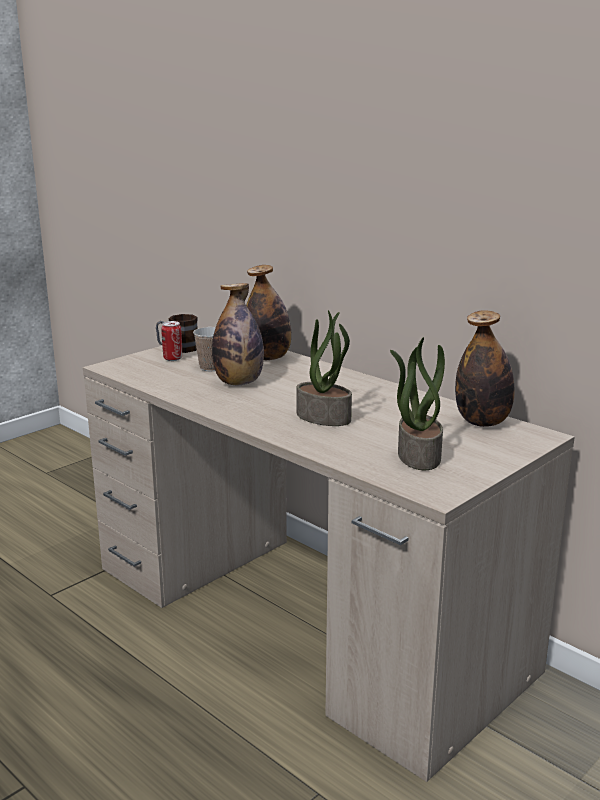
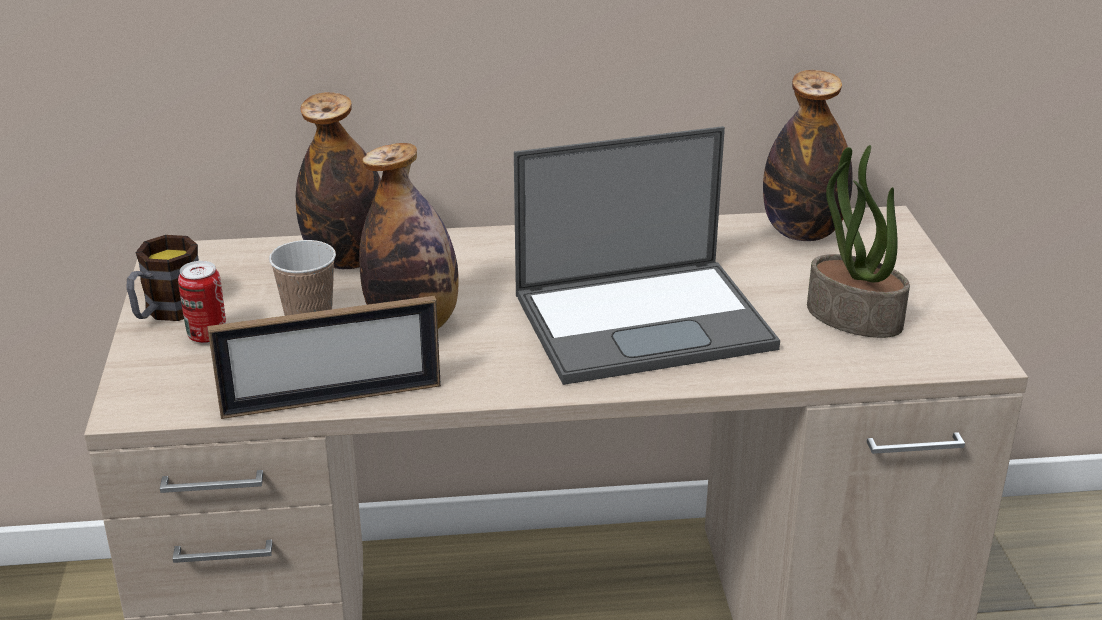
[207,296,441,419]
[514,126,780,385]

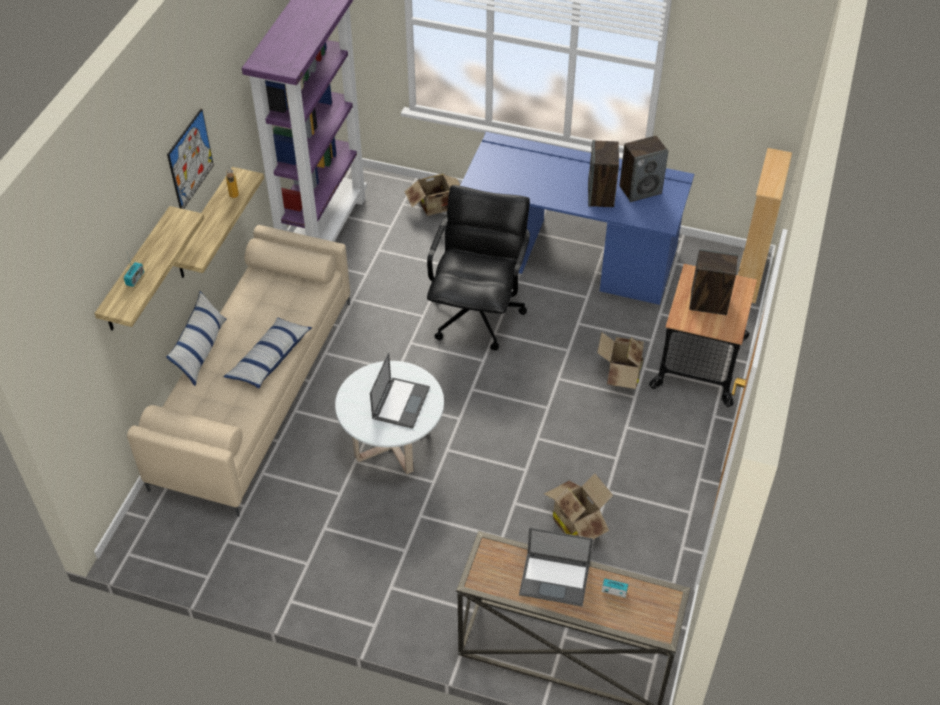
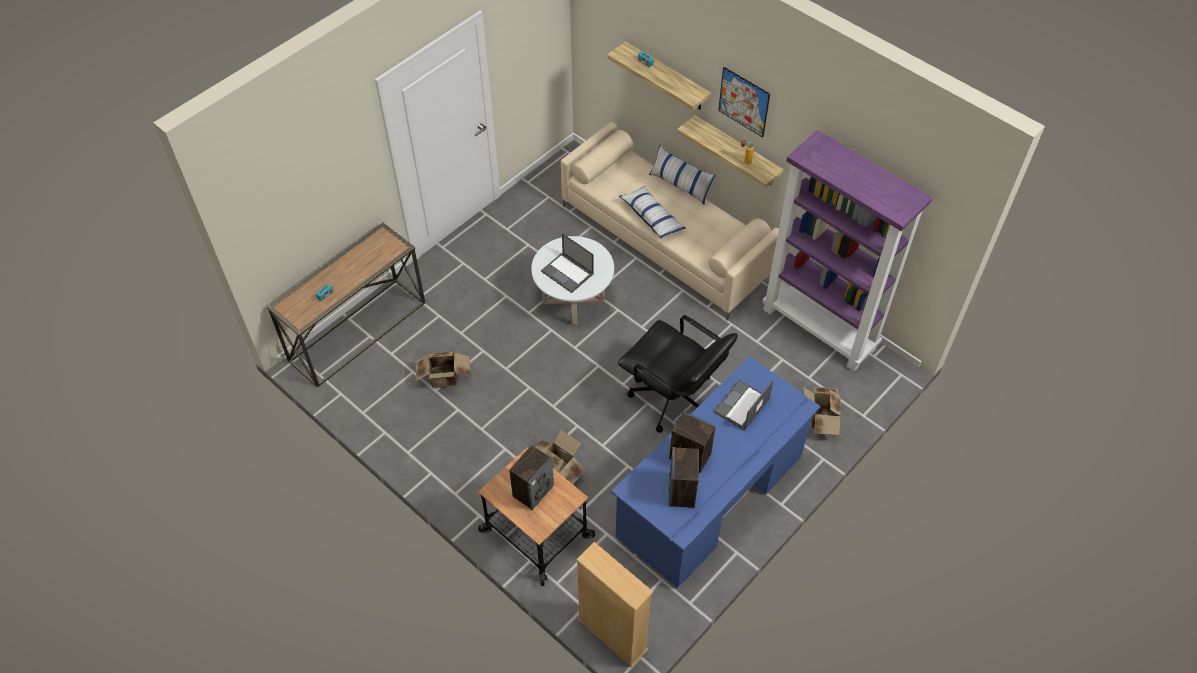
[713,379,774,431]

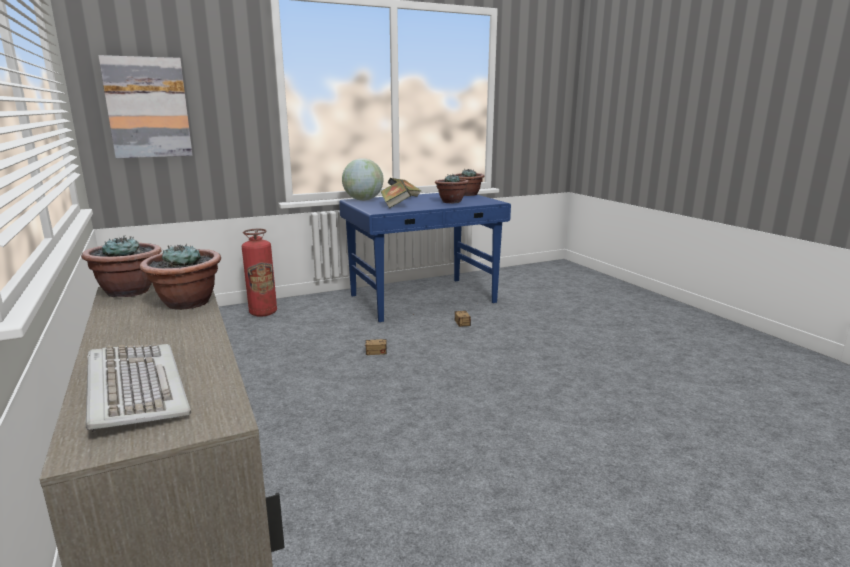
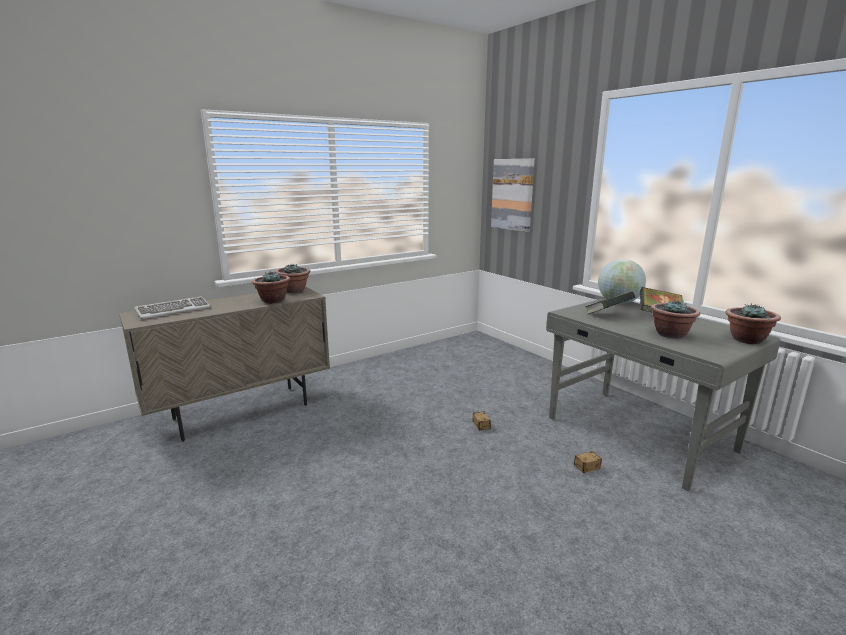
[242,229,277,317] (first image)
[546,298,781,491]

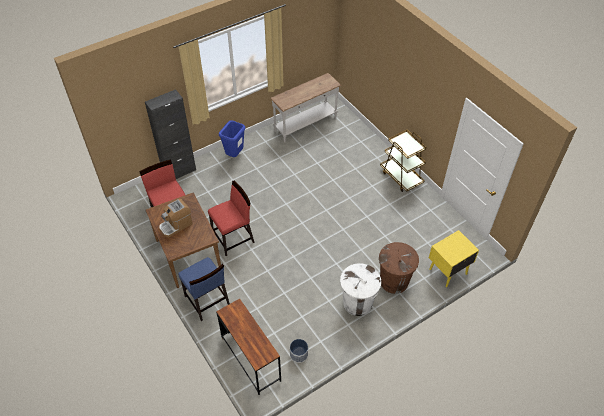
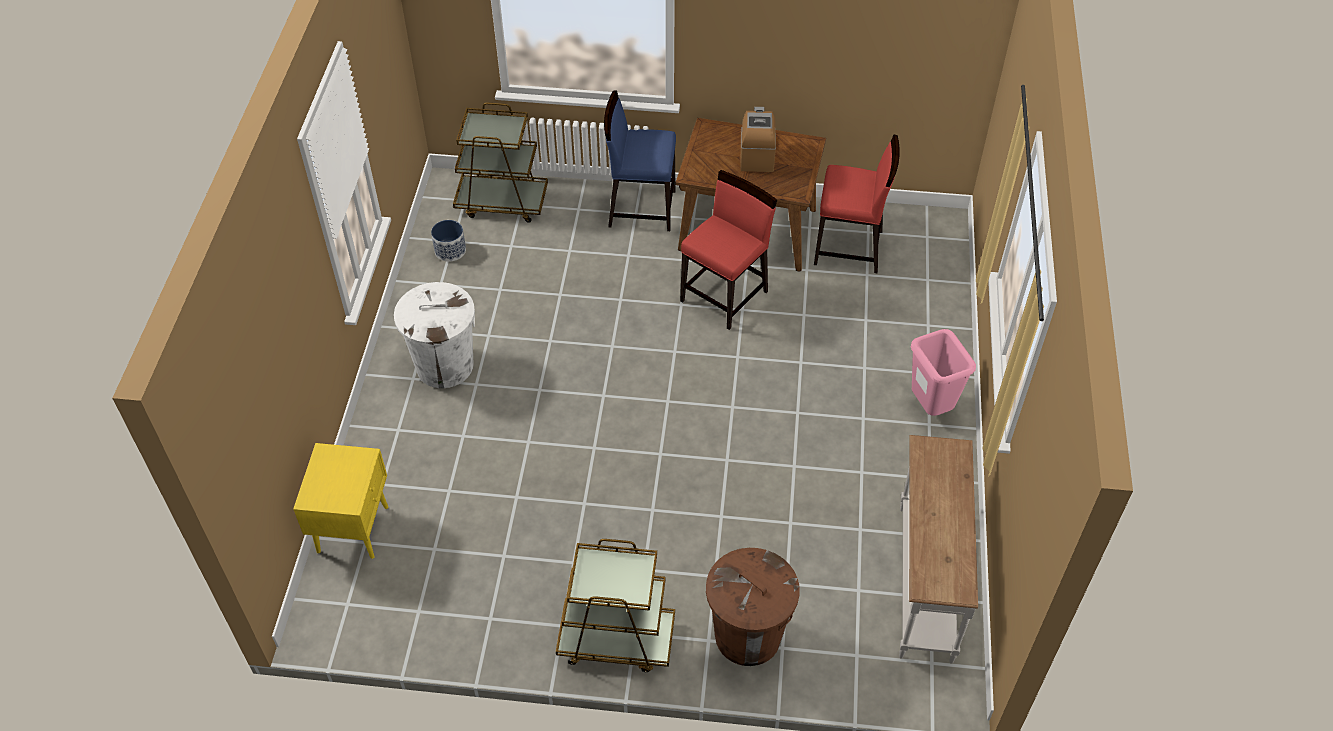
[145,89,196,179] (first image)
[706,548,800,666]
[453,102,548,223]
[911,329,976,416]
[680,170,777,330]

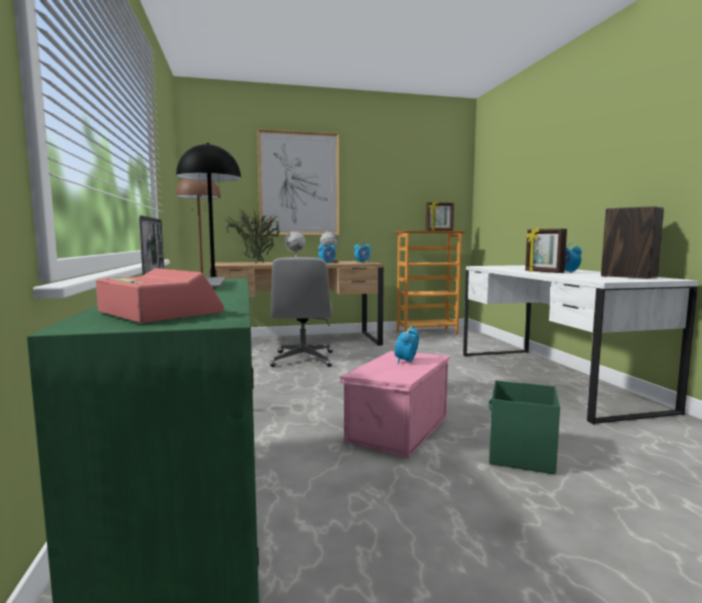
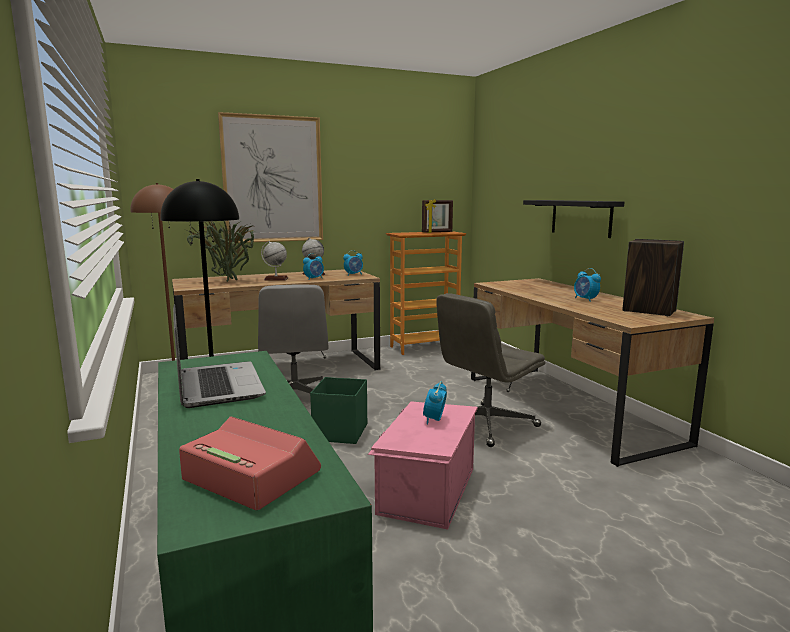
[525,228,567,273] (first image)
[436,293,545,447]
[523,200,624,238]
[310,377,367,444]
[471,278,714,467]

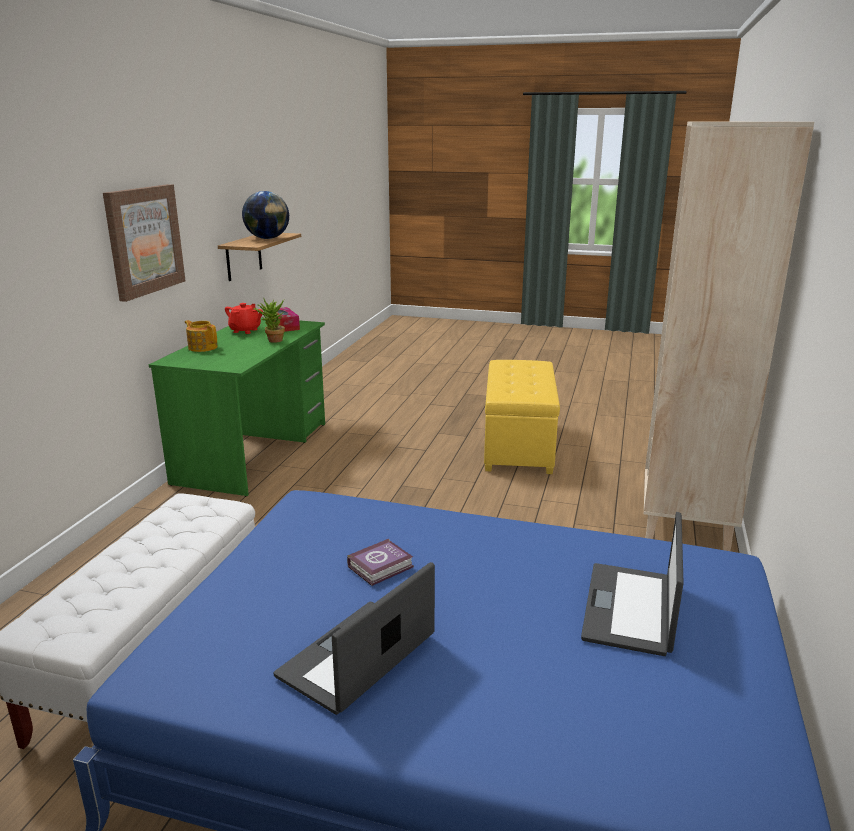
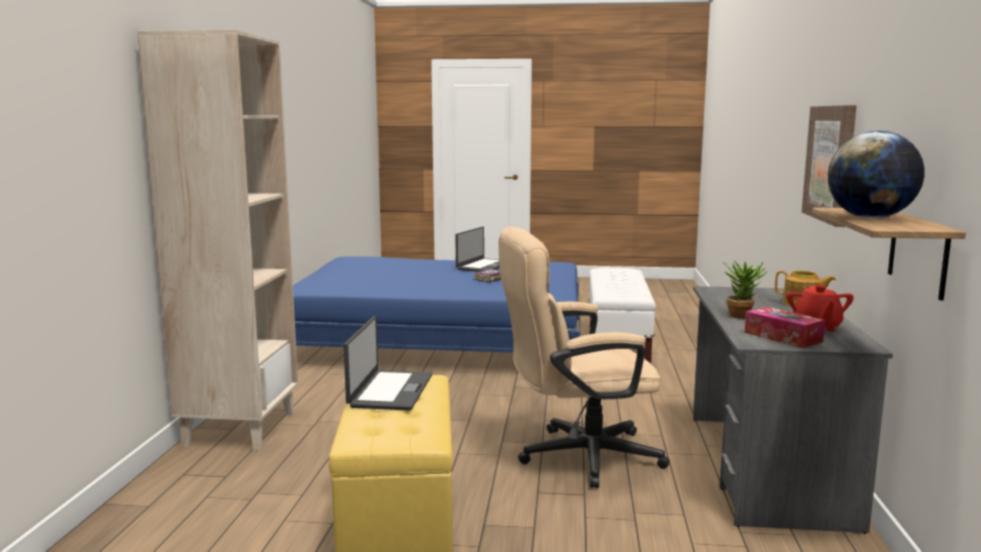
[499,227,670,488]
[344,316,432,411]
[693,286,893,534]

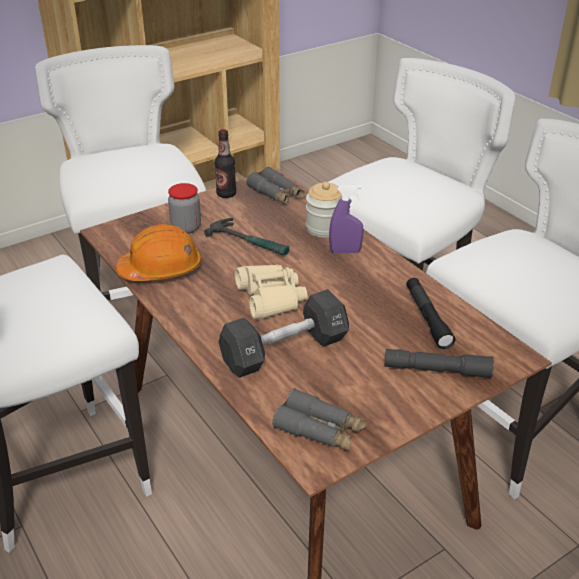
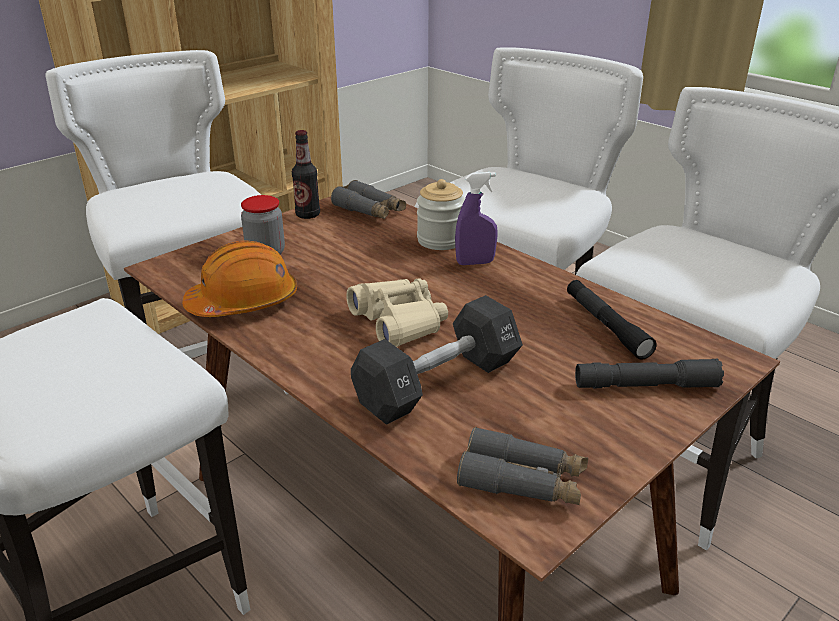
[204,218,289,256] (first image)

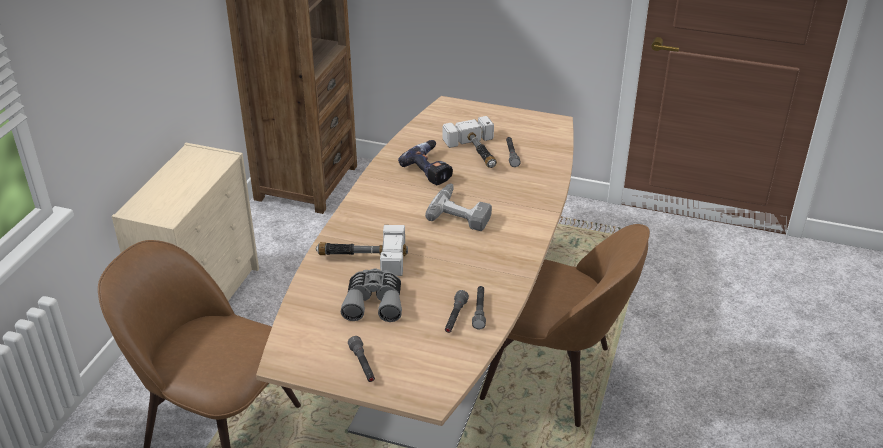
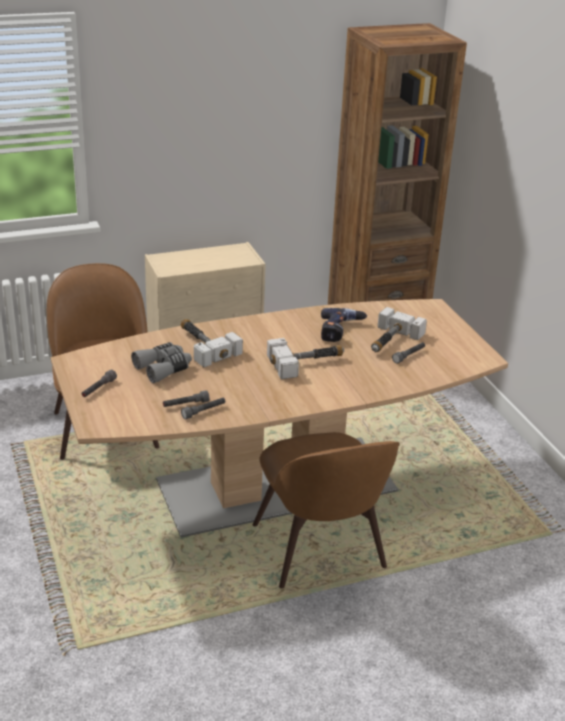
[267,338,344,379]

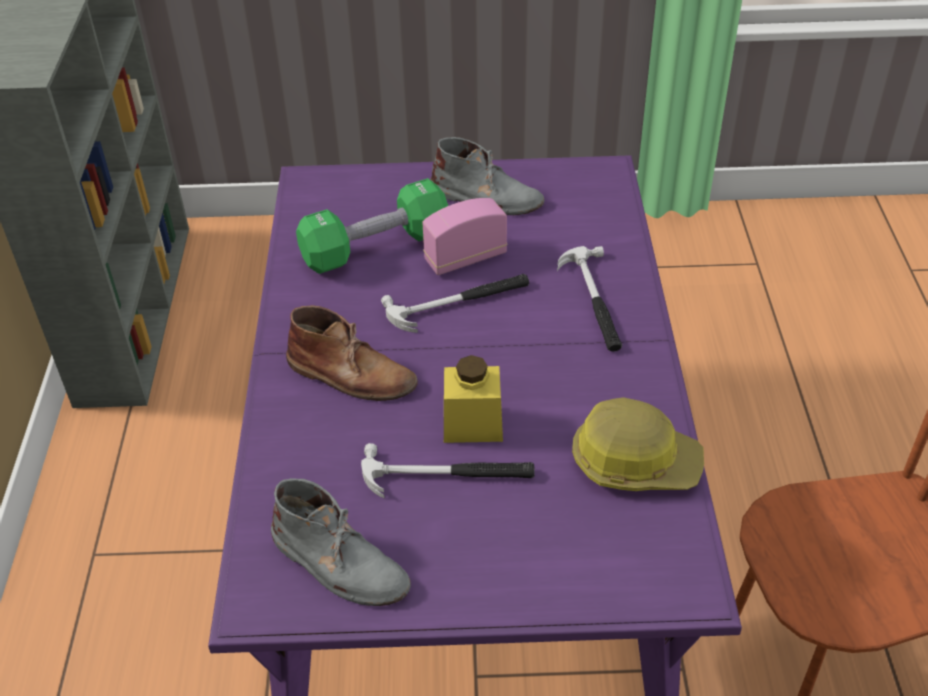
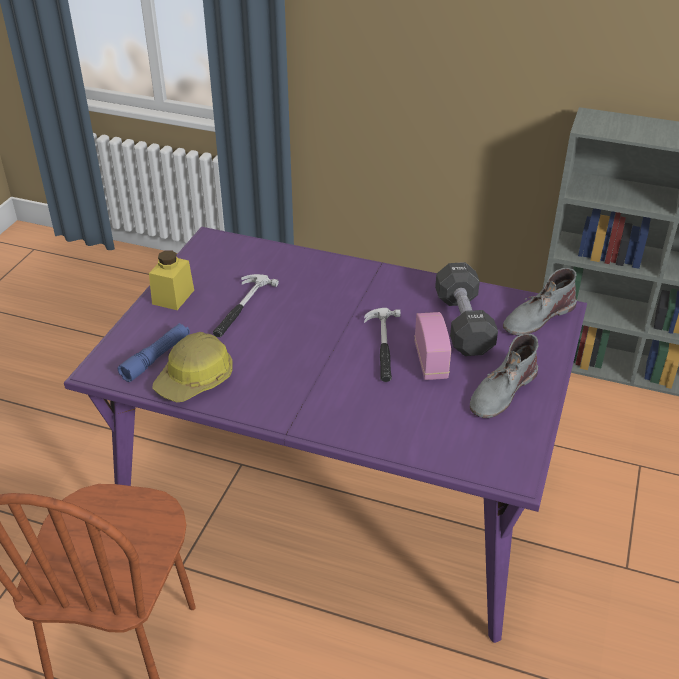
[286,305,418,401] (first image)
[557,246,622,352] (first image)
[118,323,190,382]
[503,268,577,336]
[149,250,194,310]
[435,262,498,356]

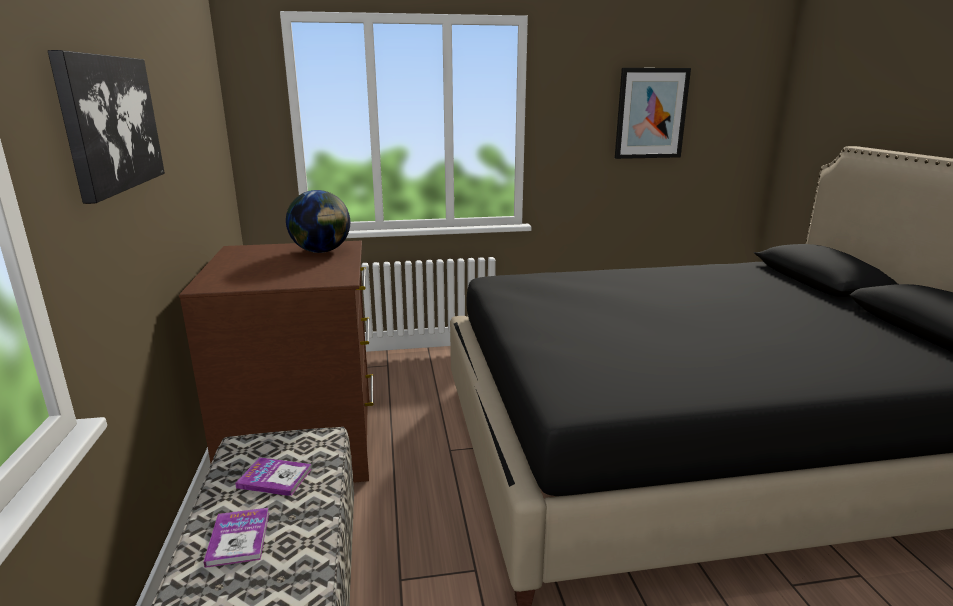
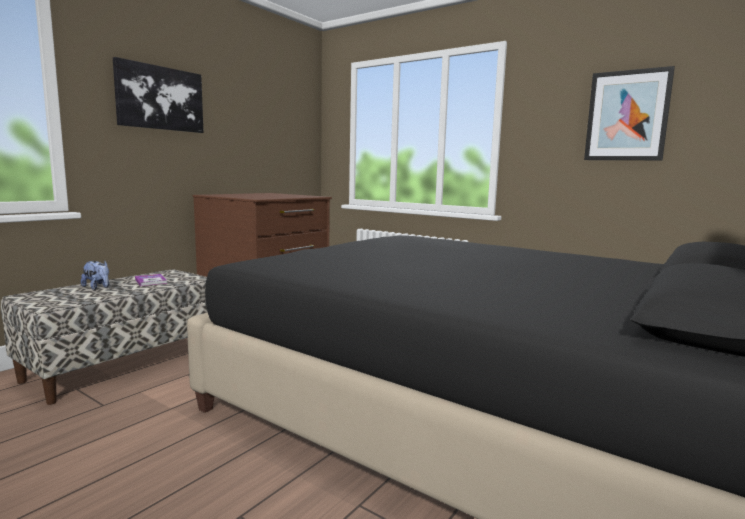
[286,190,350,253] (first image)
[81,261,109,290]

